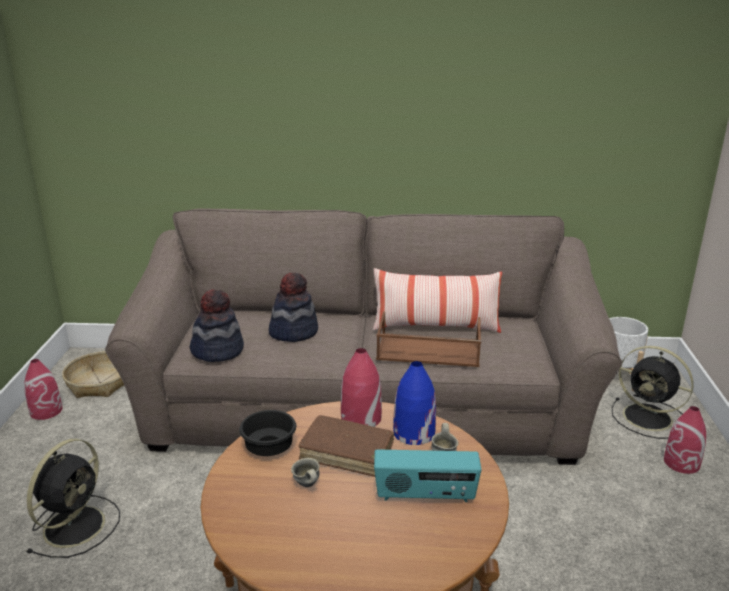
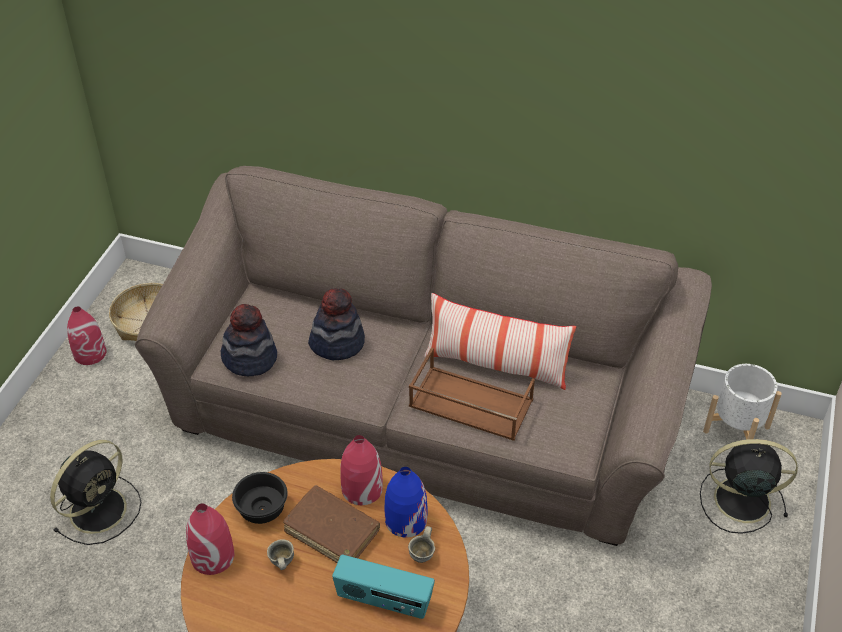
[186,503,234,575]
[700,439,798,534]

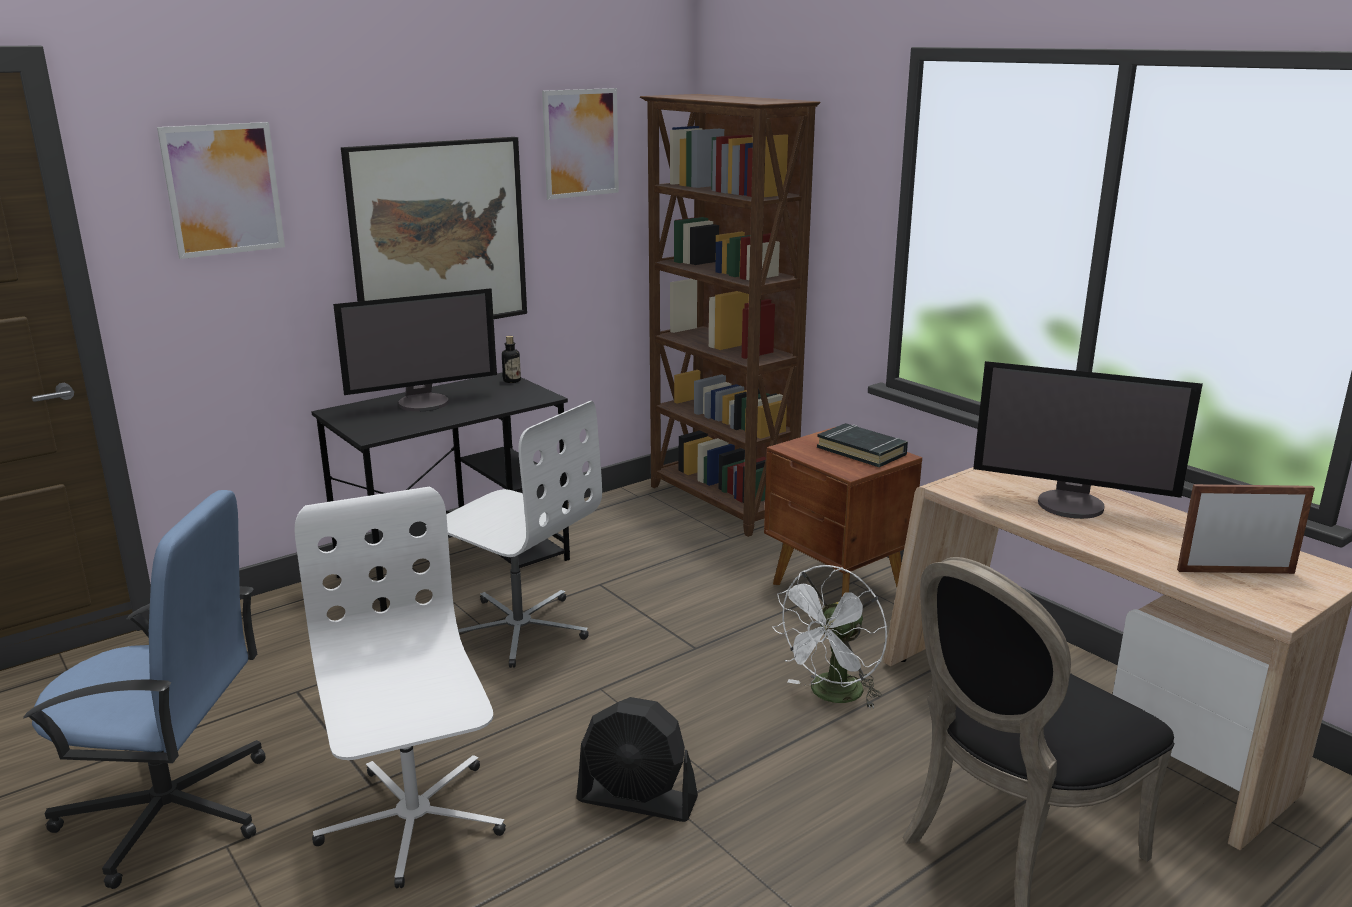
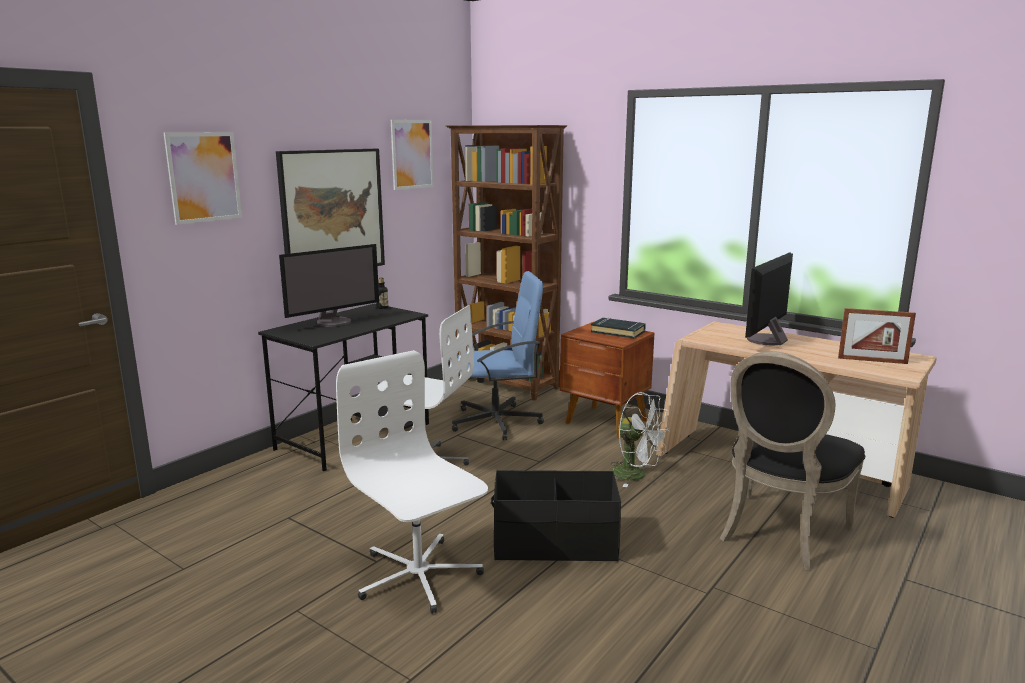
[452,271,544,440]
[491,470,621,561]
[610,392,670,487]
[745,252,793,345]
[838,308,916,364]

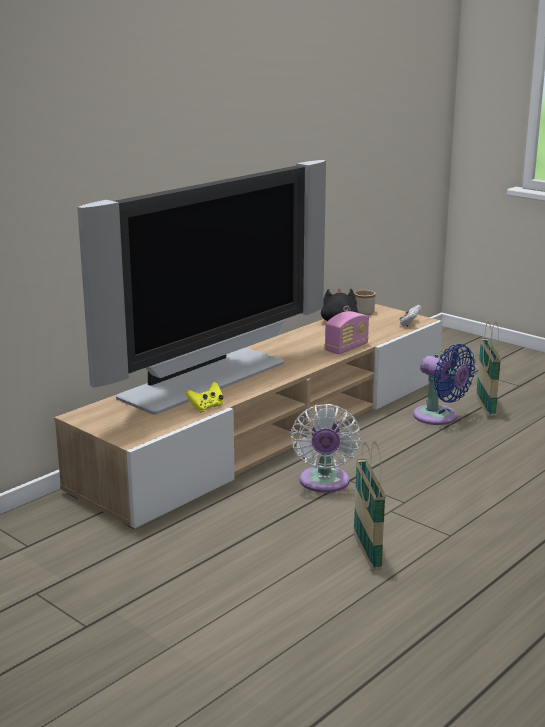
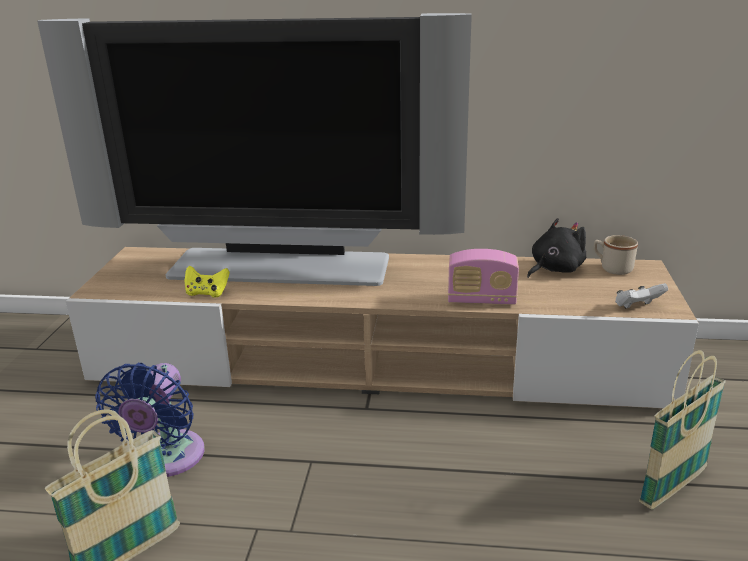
[290,404,361,493] (first image)
[95,363,204,477]

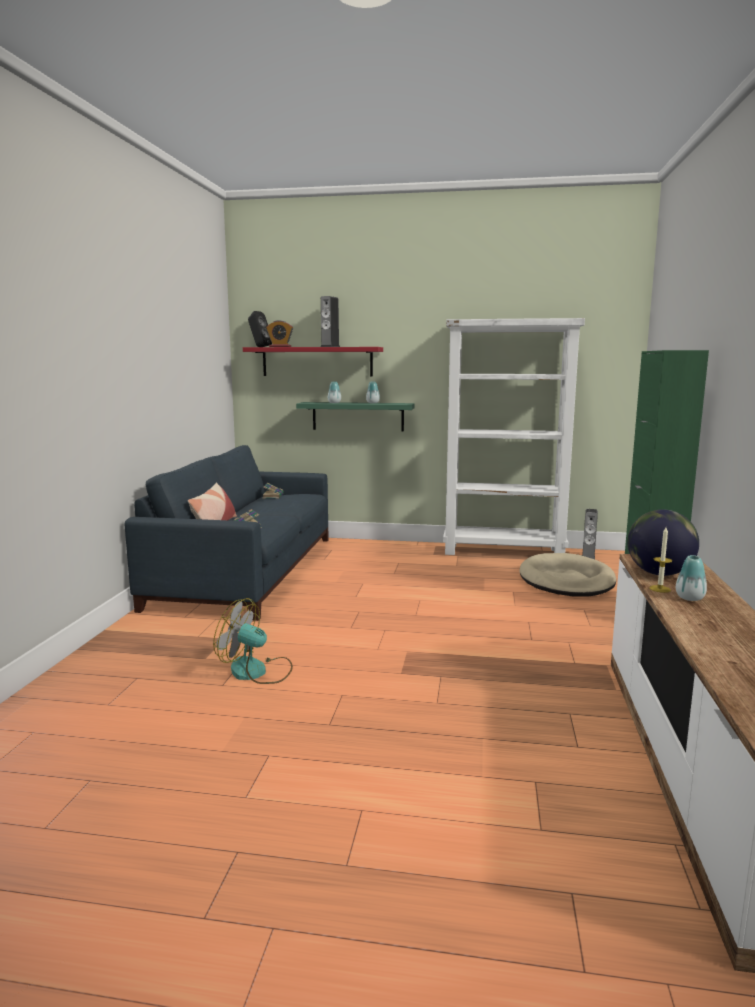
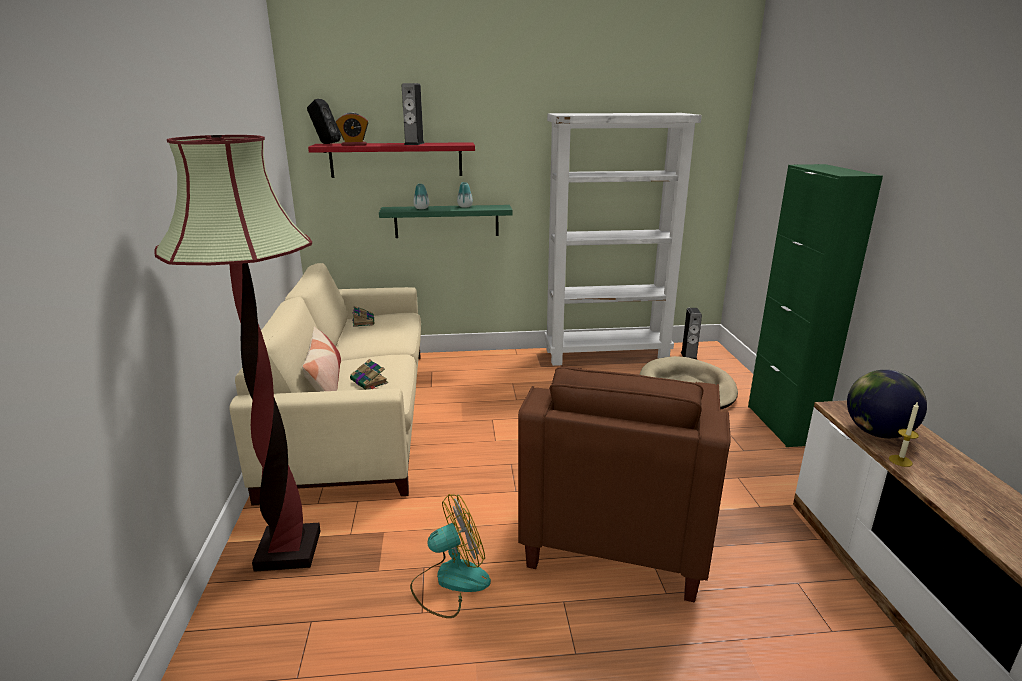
[676,555,707,601] (first image)
[154,135,321,572]
[518,365,730,603]
[229,263,421,506]
[410,494,491,618]

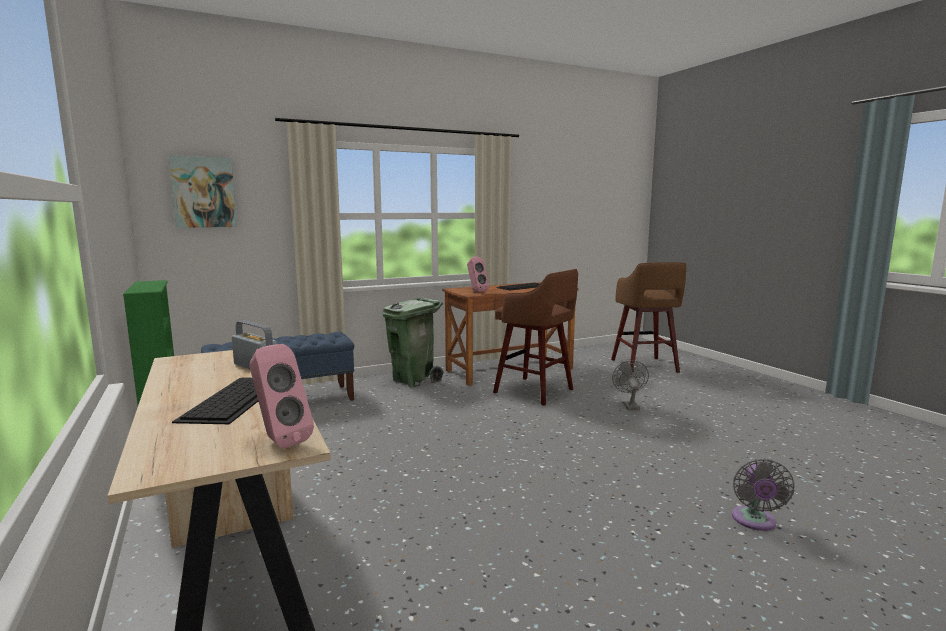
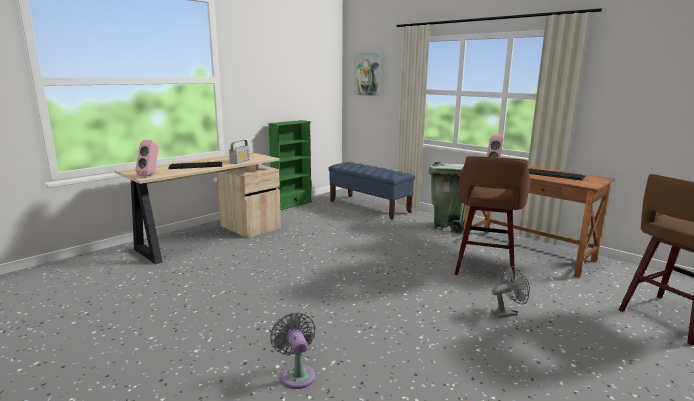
[270,312,315,389]

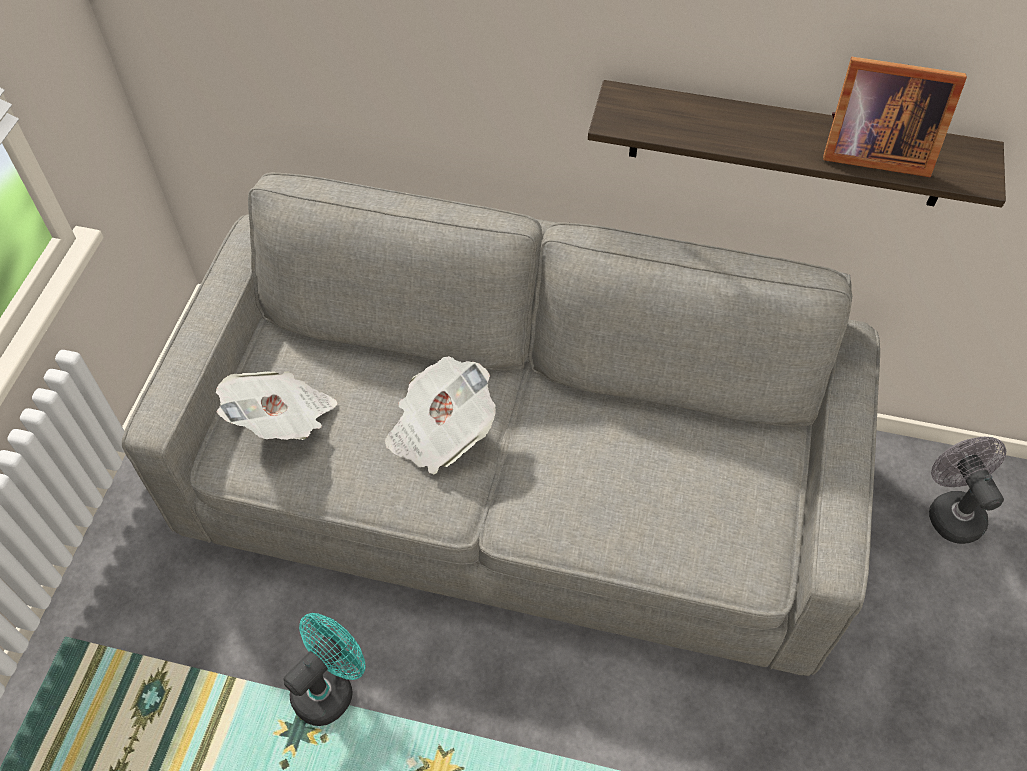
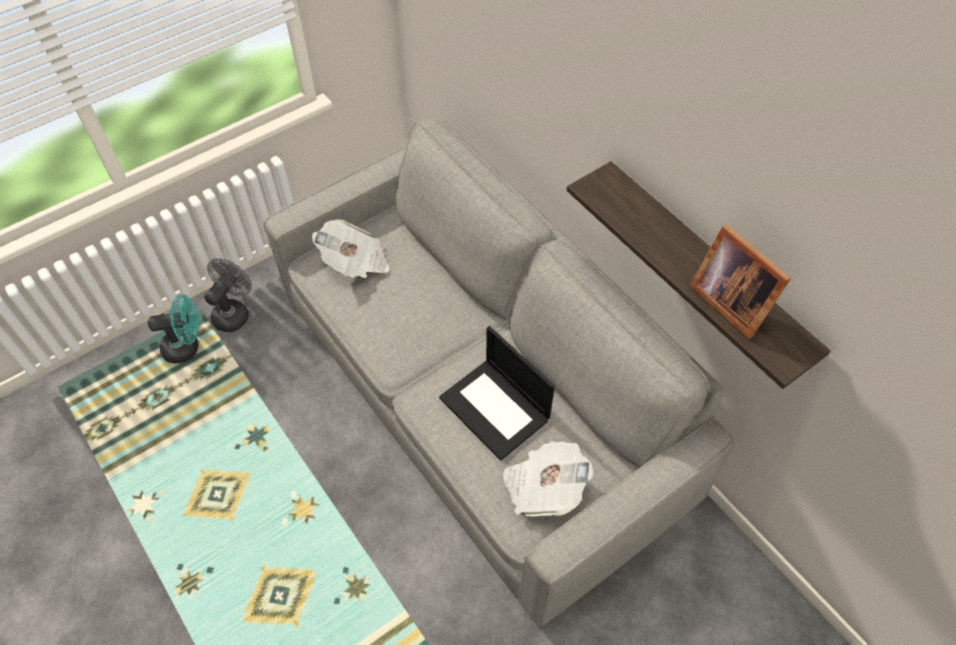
[439,326,555,460]
[148,294,199,364]
[503,441,593,517]
[205,258,252,332]

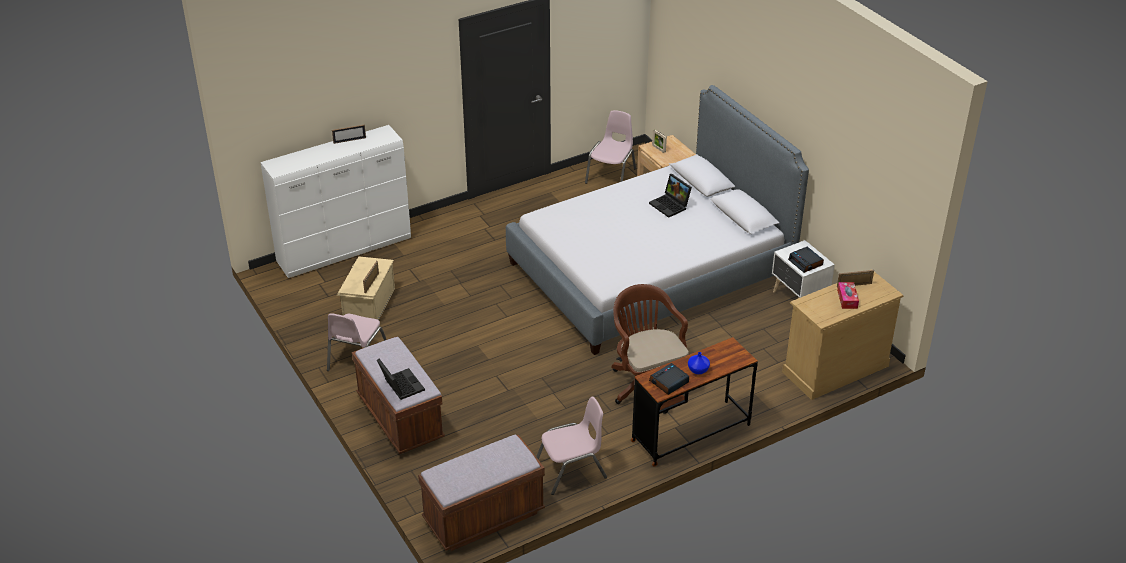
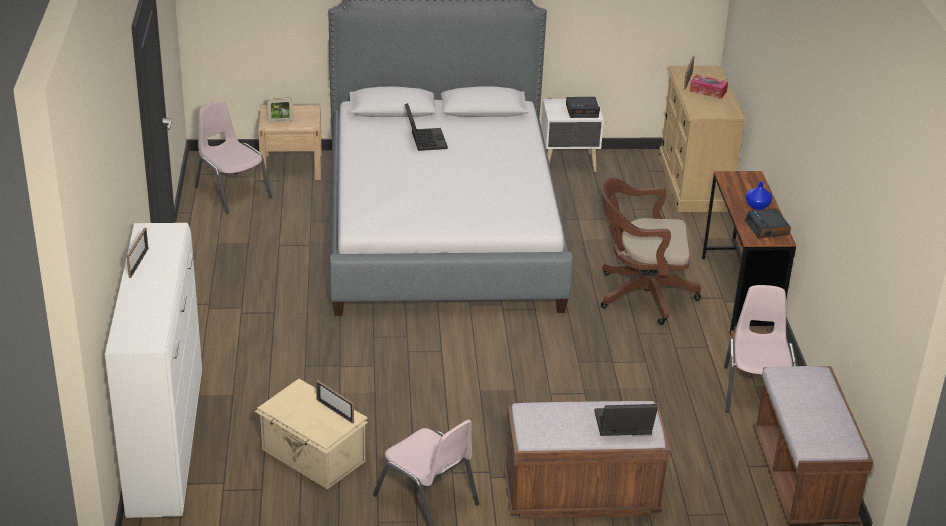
[405,103,448,151]

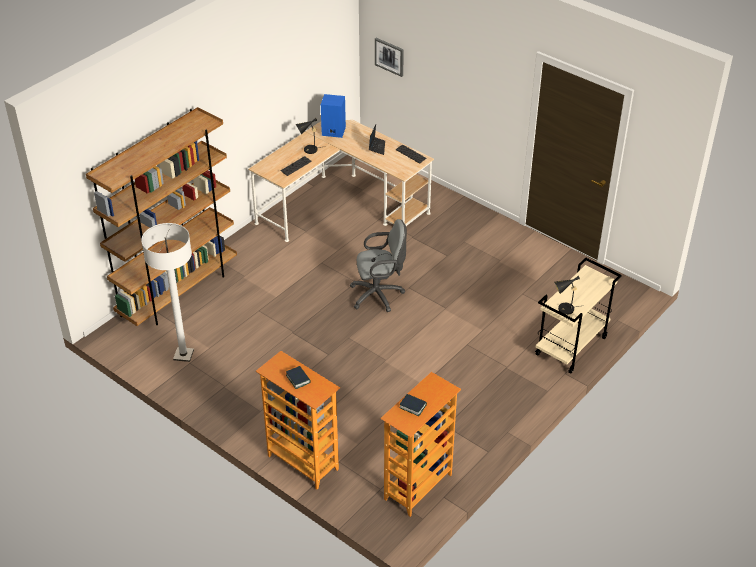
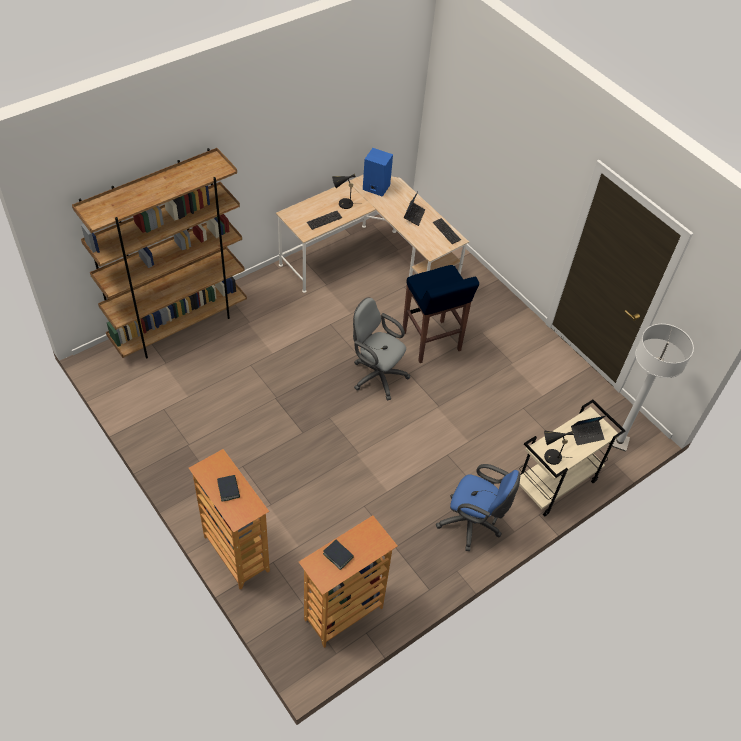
[375,38,404,77] (first image)
[403,265,479,363]
[436,464,520,551]
[571,415,606,445]
[609,324,694,452]
[353,297,410,400]

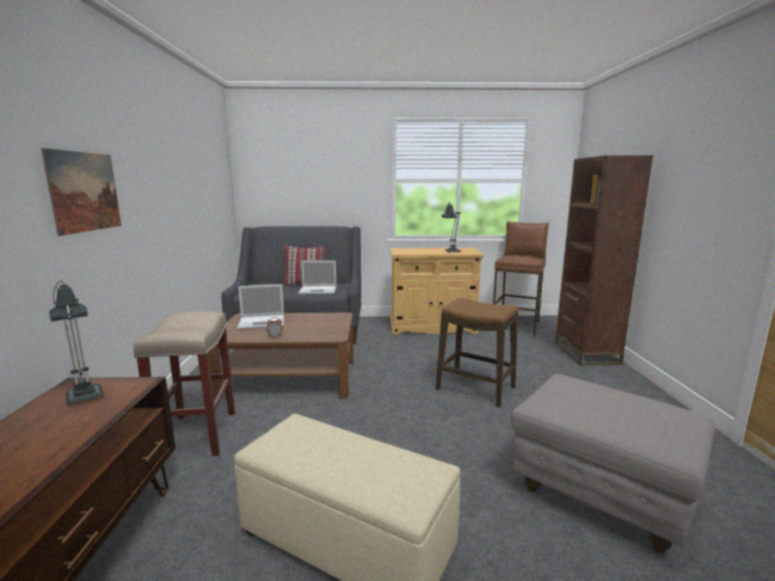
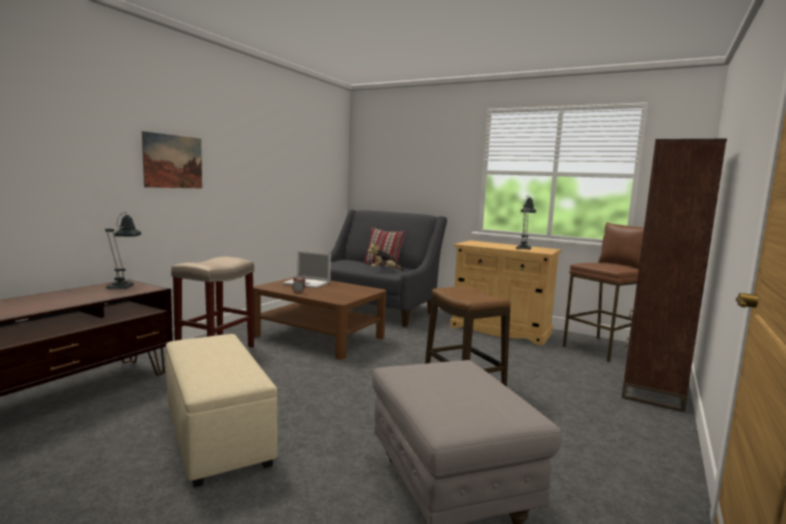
[368,242,404,271]

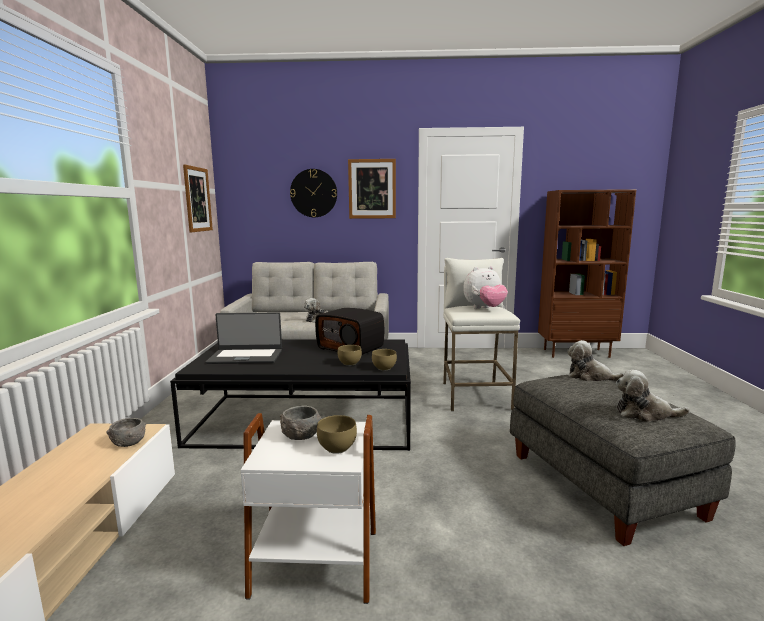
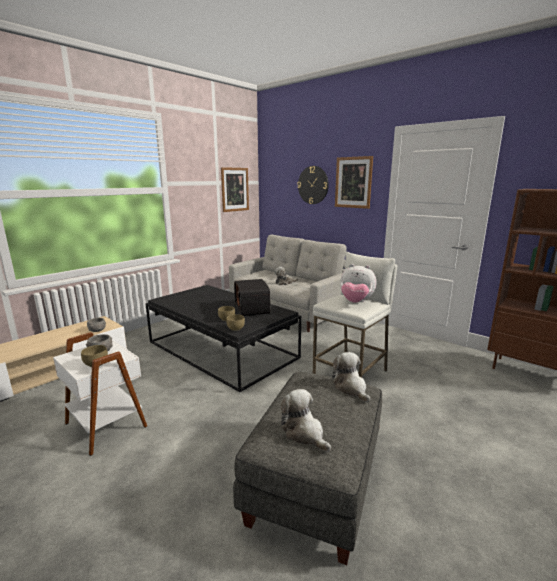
[206,312,282,364] (first image)

